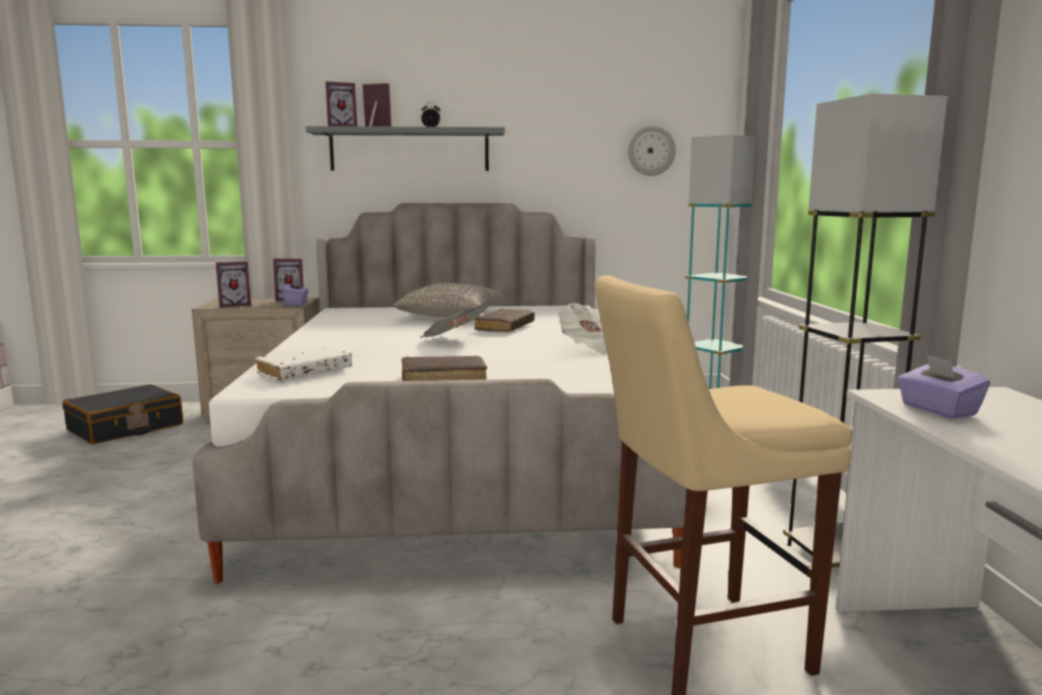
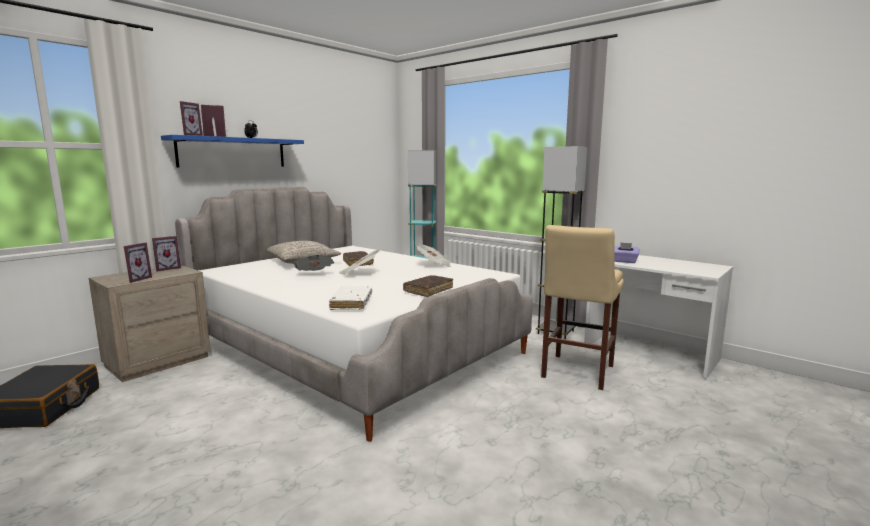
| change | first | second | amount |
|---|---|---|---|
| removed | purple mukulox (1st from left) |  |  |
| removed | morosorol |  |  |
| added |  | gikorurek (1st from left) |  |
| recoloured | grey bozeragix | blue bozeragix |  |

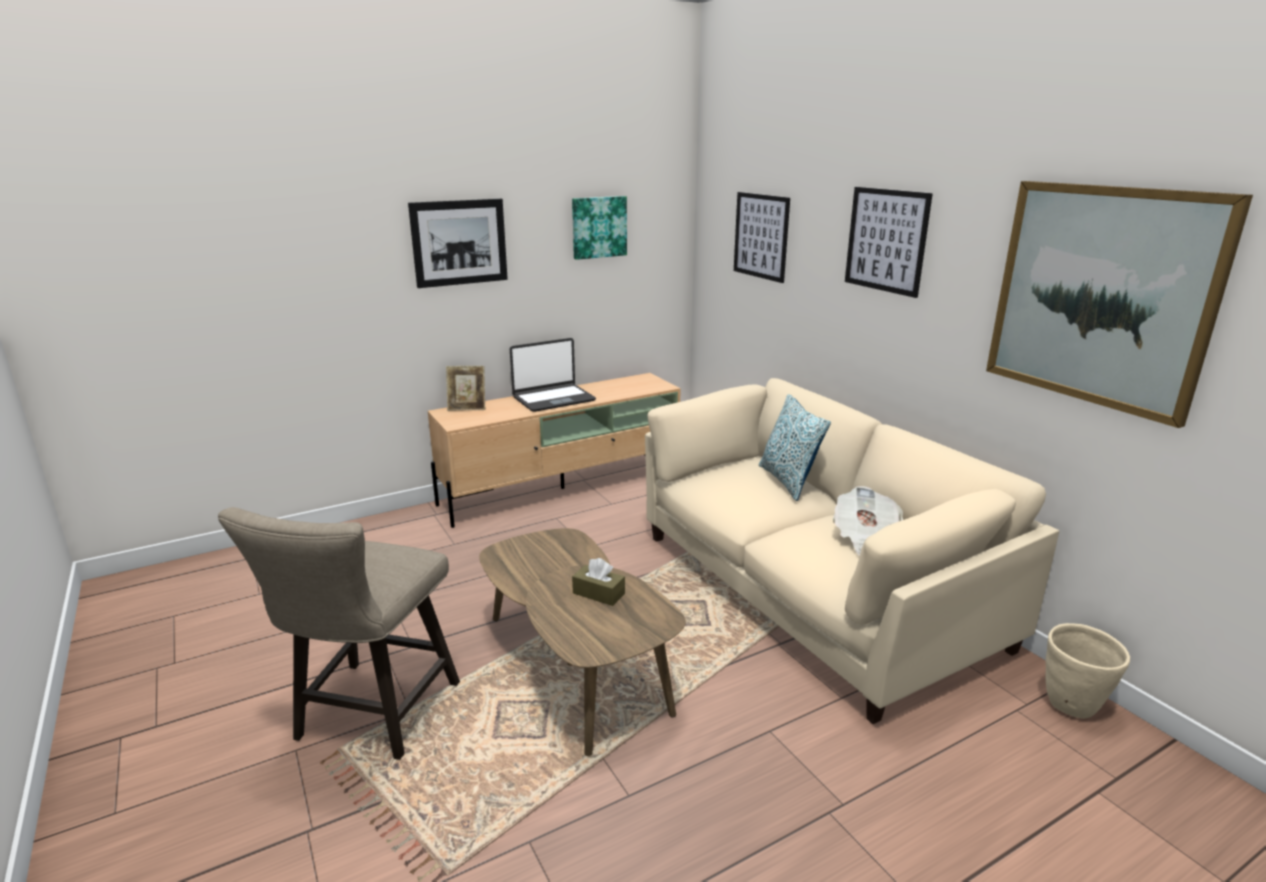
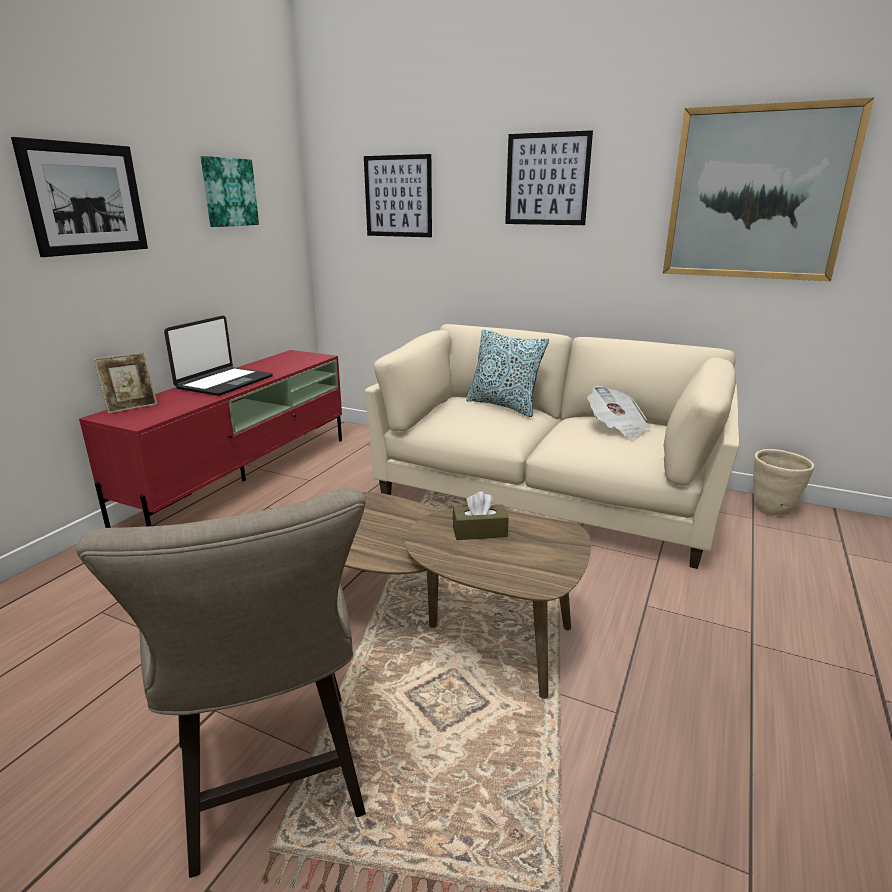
| change | first | second | amount |
|---|---|---|---|
| recoloured | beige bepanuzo | red bepanuzo |  |

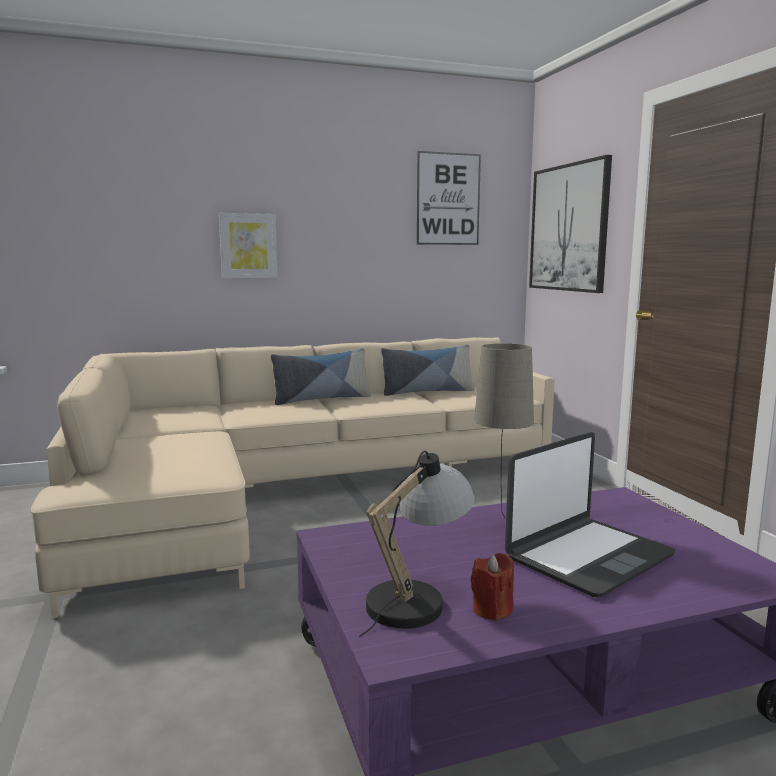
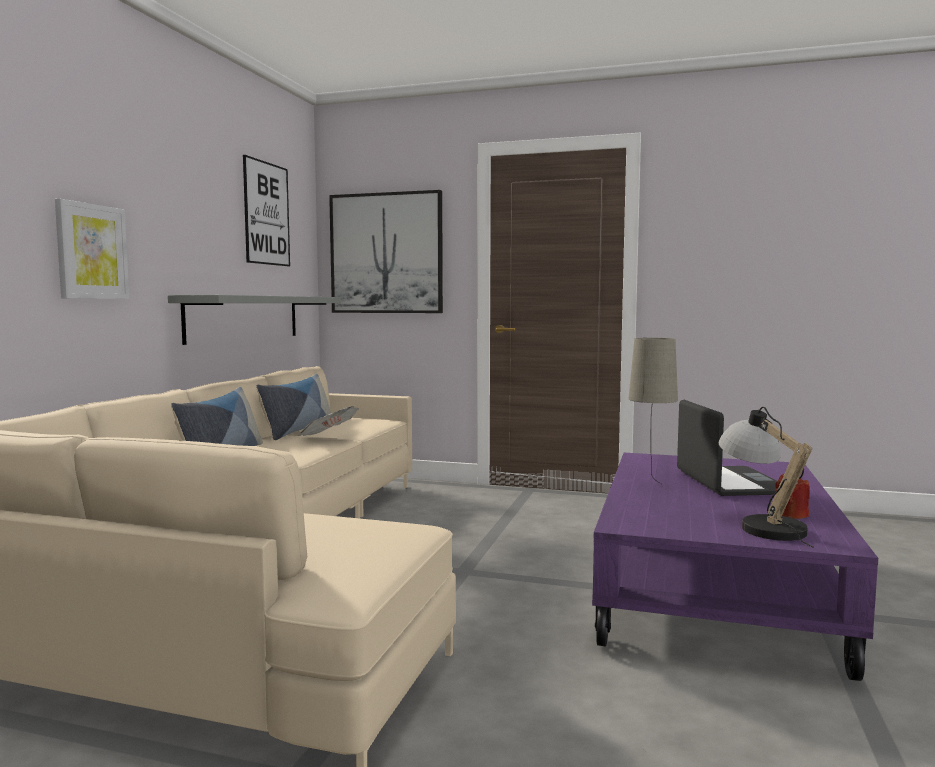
| change | first | second | amount |
|---|---|---|---|
| added |  | grey bozeragix |  |
| added |  | gikorurek |  |

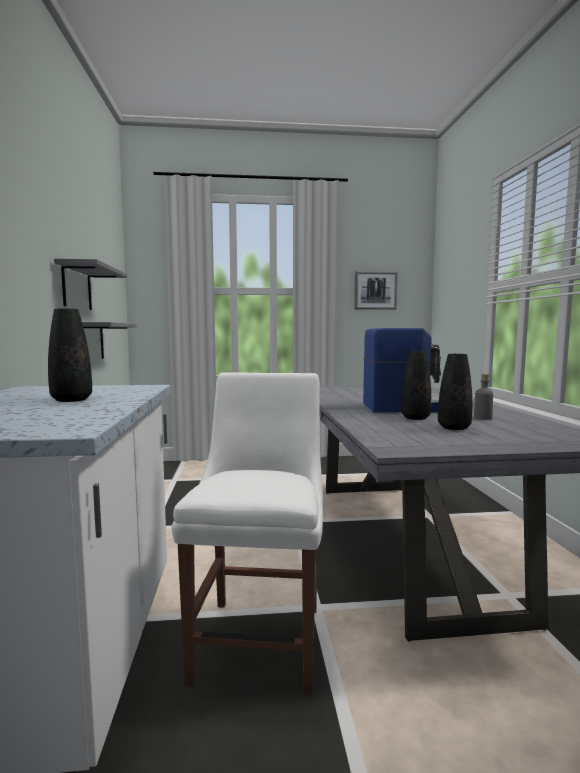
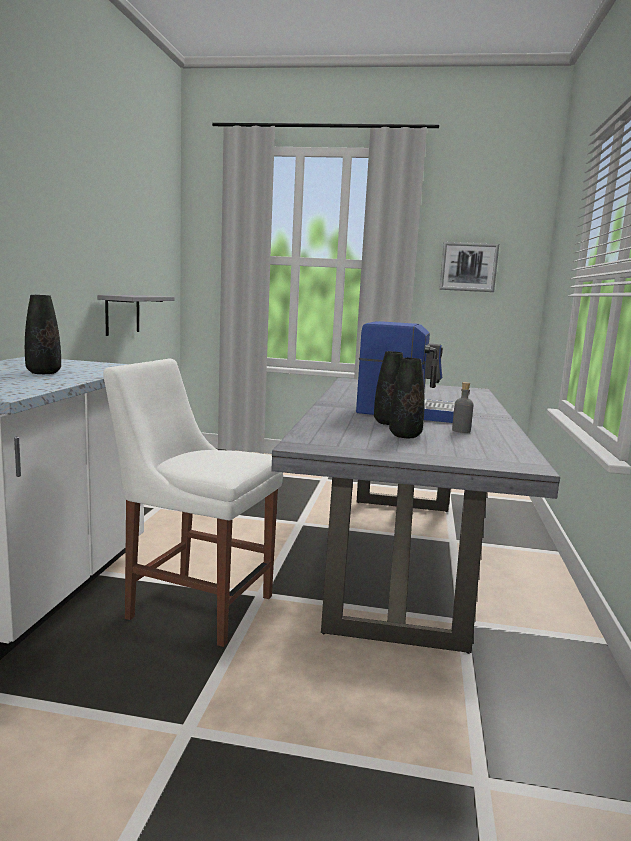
| change | first | second | amount |
|---|---|---|---|
| removed | grey bozeragix (1st from left) |  |  |
| turned | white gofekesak |  | 90 degrees counterclockwise |

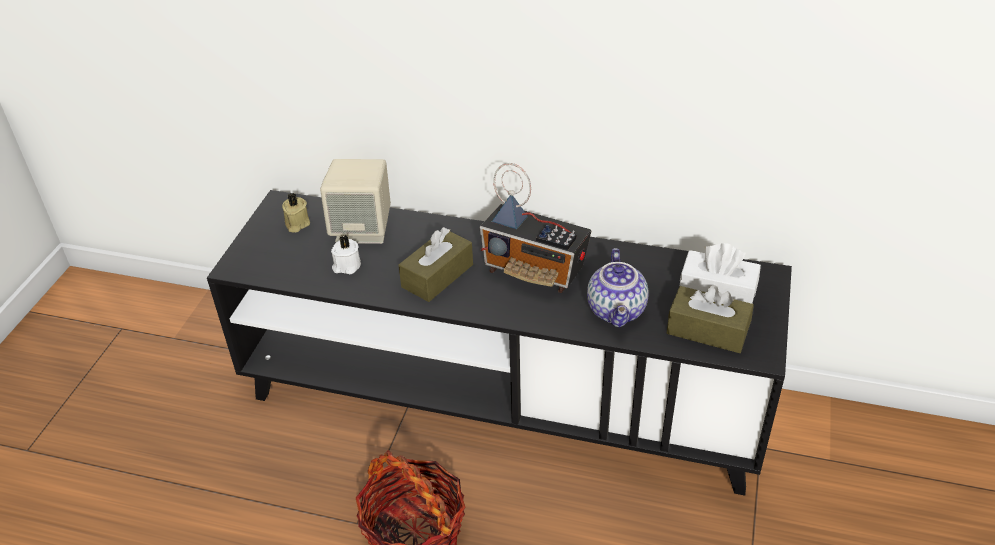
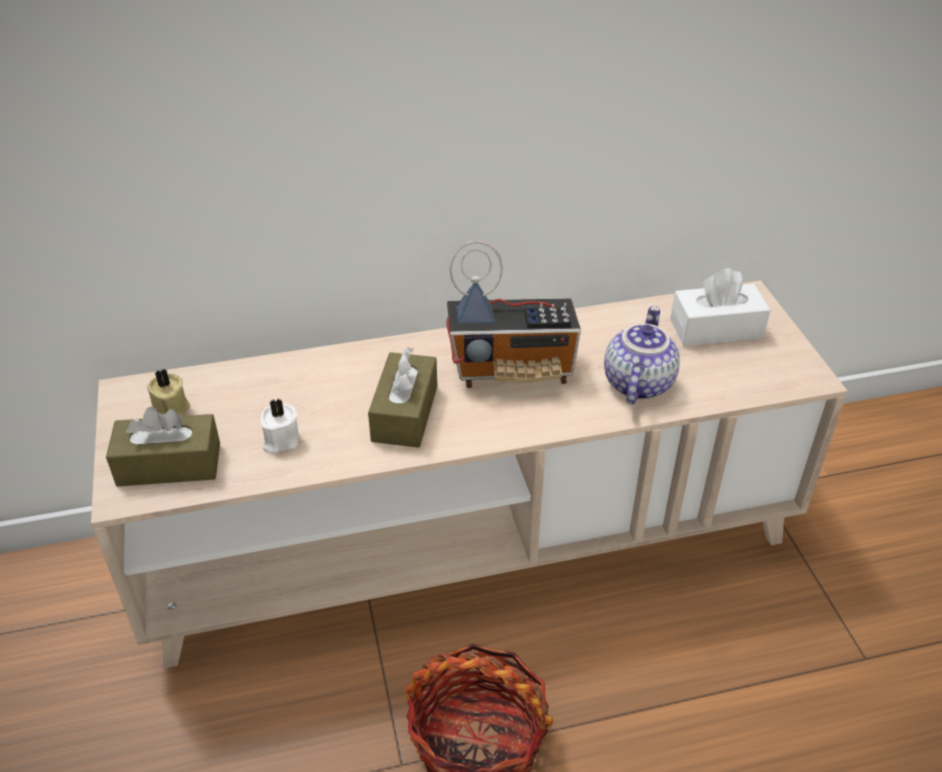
| change | first | second | amount |
|---|---|---|---|
| removed | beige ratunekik |  |  |
| moved | brown mukulox (2nd from left in the first image) | brown mukulox (1st from left) |  |
| recoloured | black bepanuzo | beige bepanuzo |  |
| turned | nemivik |  | 135 degrees counterclockwise |

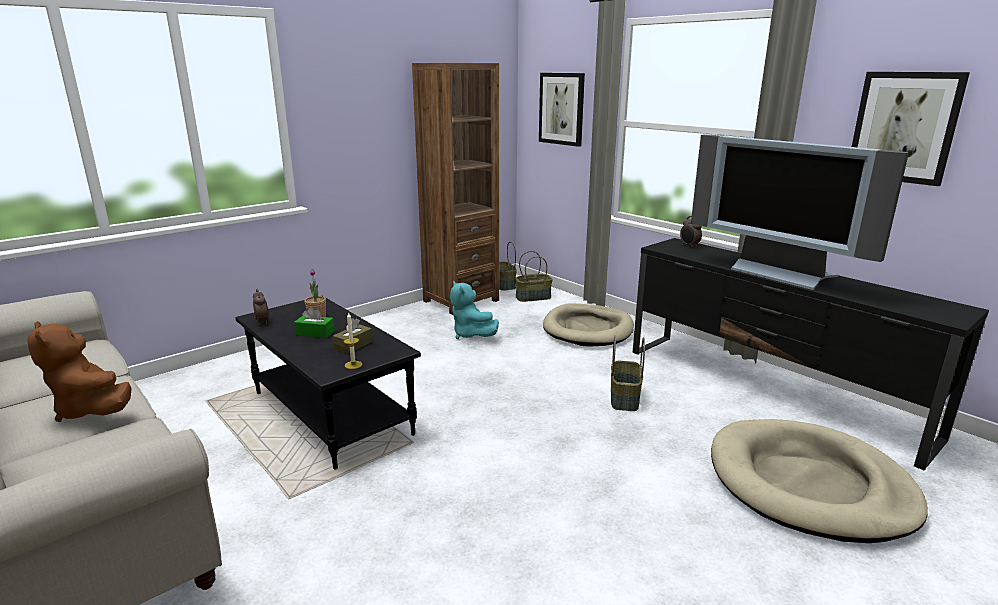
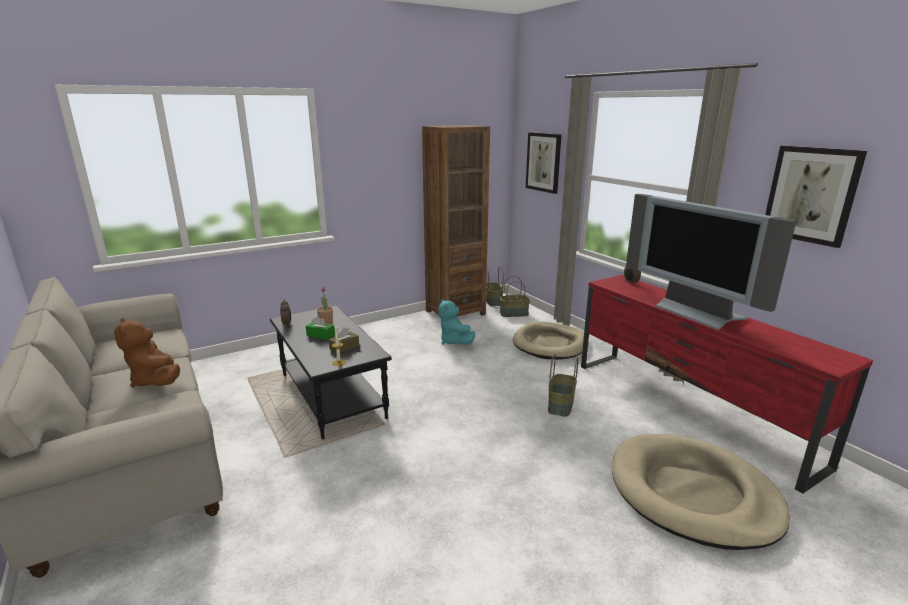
| change | first | second | amount |
|---|---|---|---|
| recoloured | black bepanuzo | red bepanuzo |  |

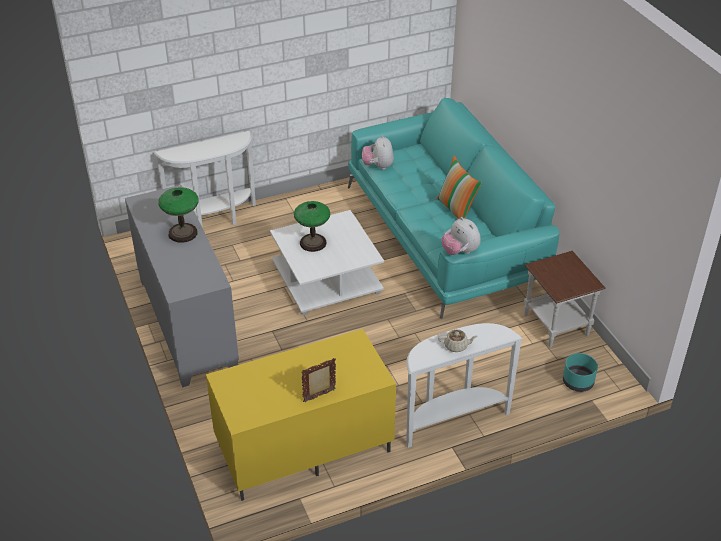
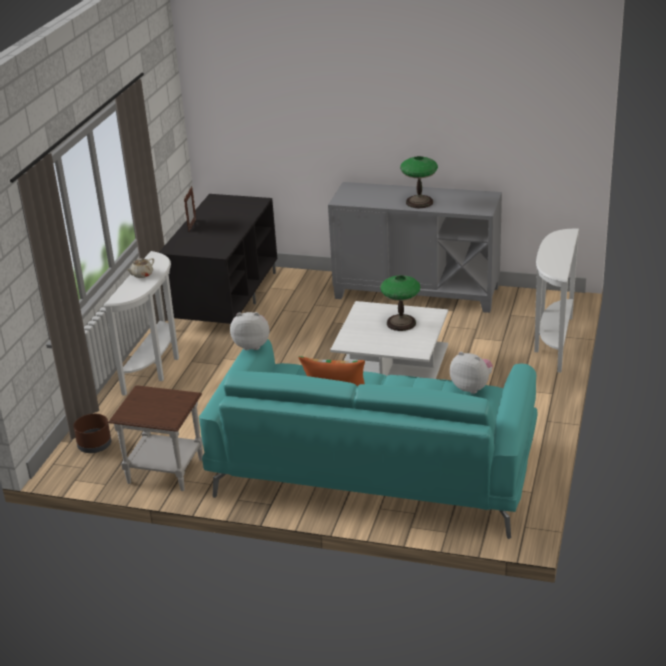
| change | first | second | amount |
|---|---|---|---|
| recoloured | yellow bepanuzo | black bepanuzo |  |
| recoloured | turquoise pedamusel | brown pedamusel |  |

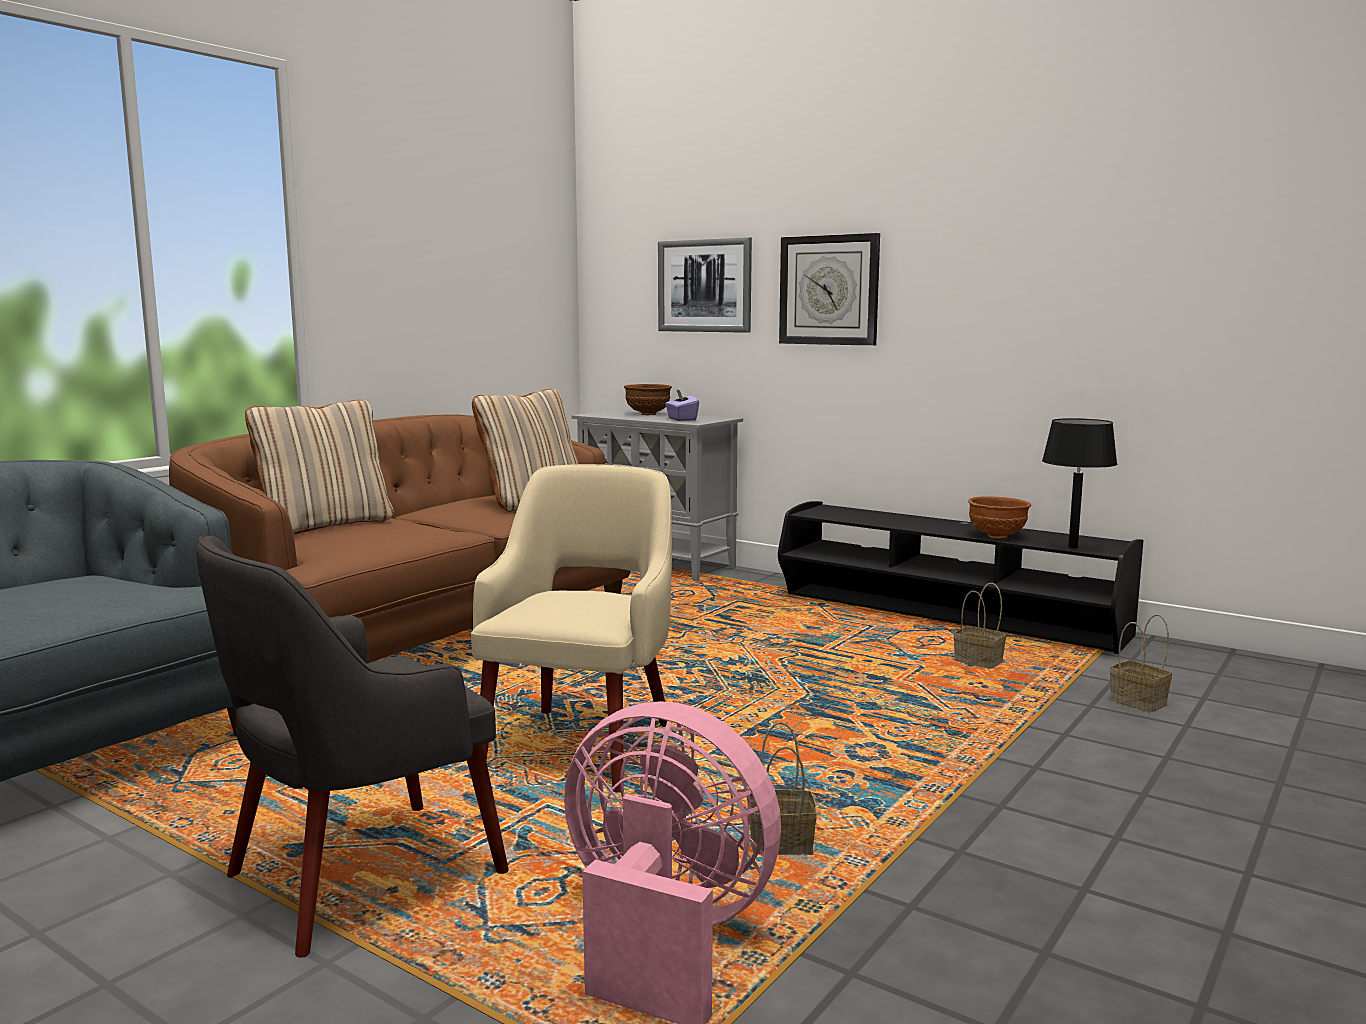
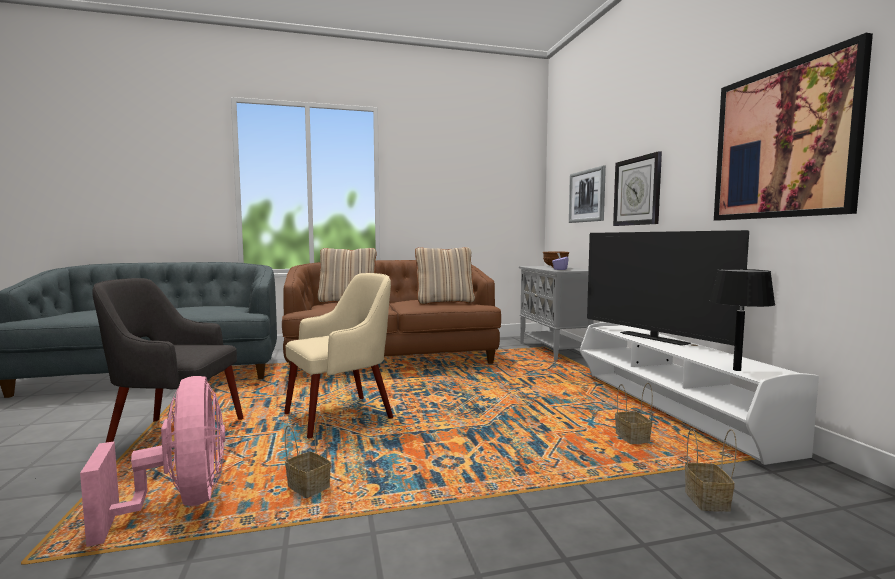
| change | first | second | amount |
|---|---|---|---|
| removed | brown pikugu (2nd from left) |  |  |
| added |  | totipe |  |
| added |  | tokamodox (2nd from left) |  |
| recoloured | black bepanuzo | white bepanuzo |  |

